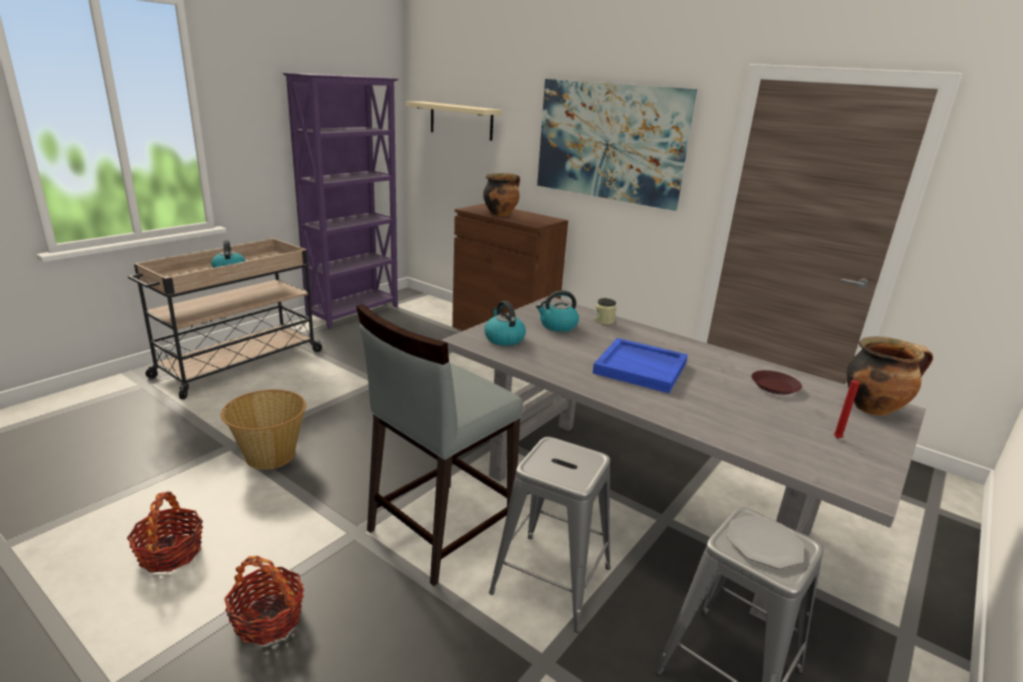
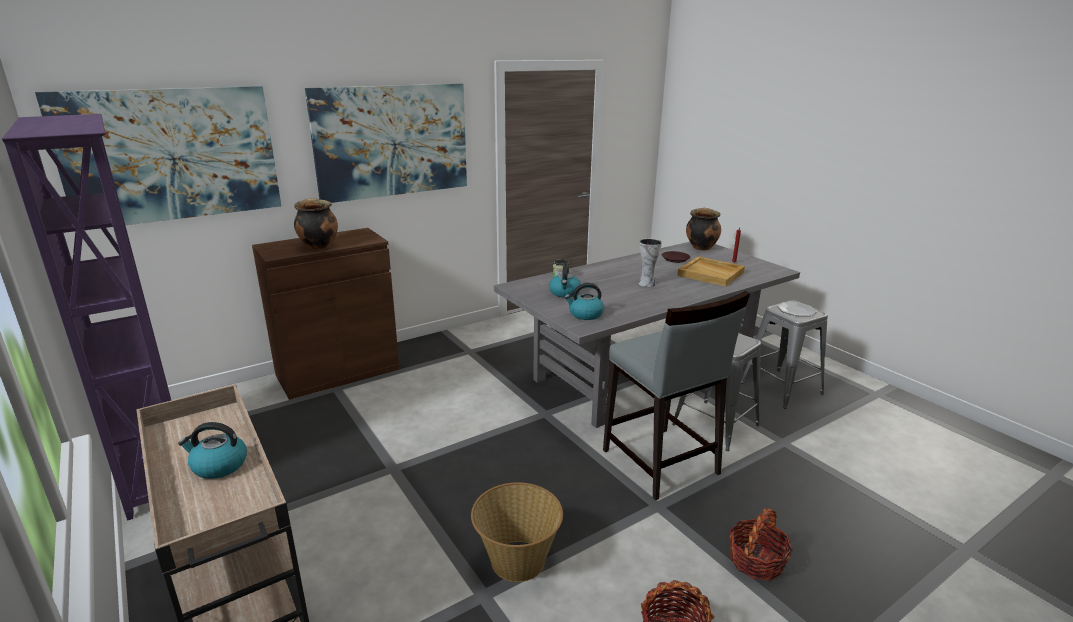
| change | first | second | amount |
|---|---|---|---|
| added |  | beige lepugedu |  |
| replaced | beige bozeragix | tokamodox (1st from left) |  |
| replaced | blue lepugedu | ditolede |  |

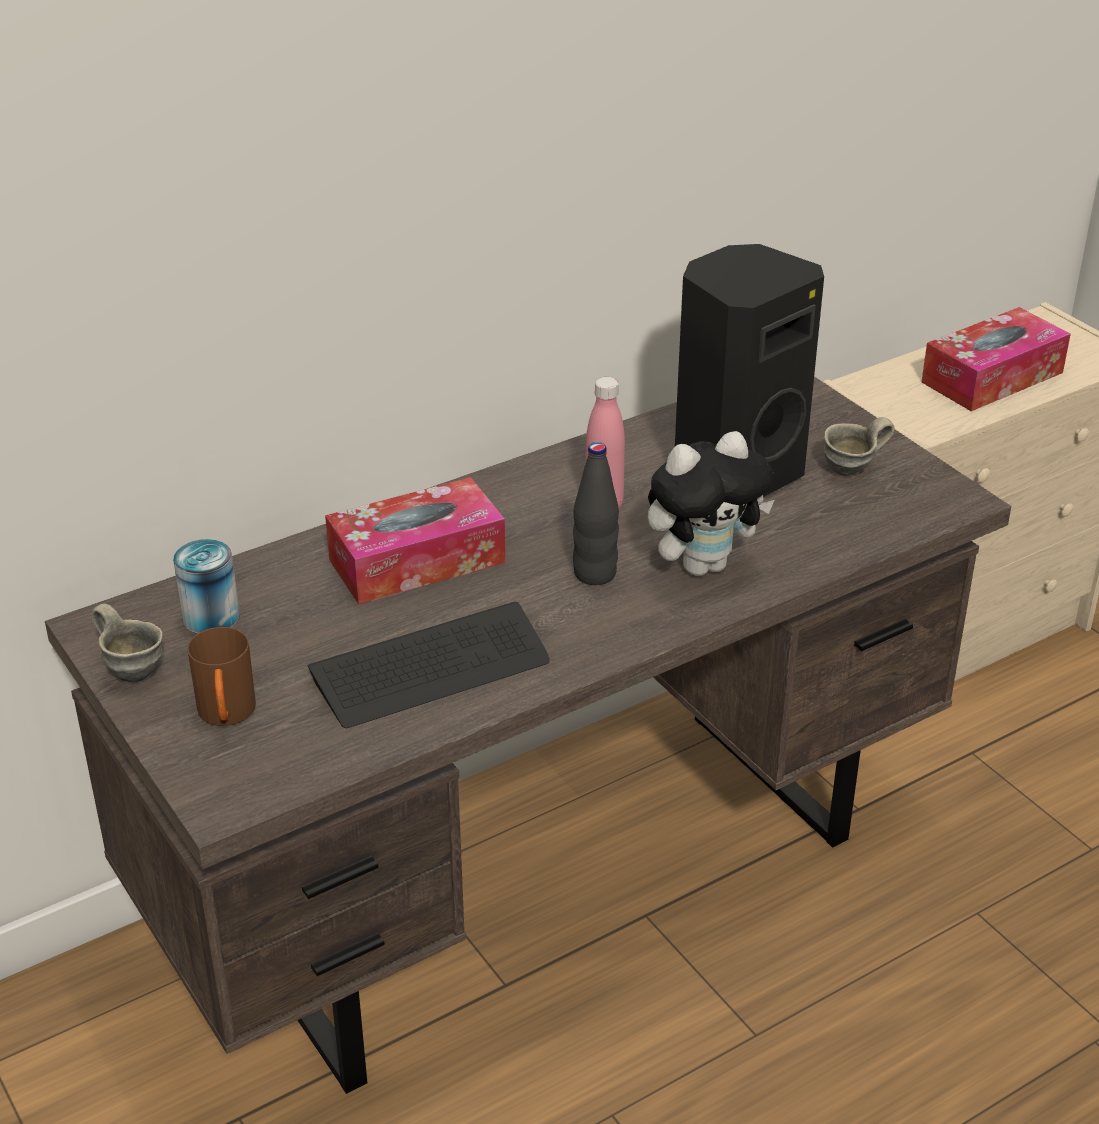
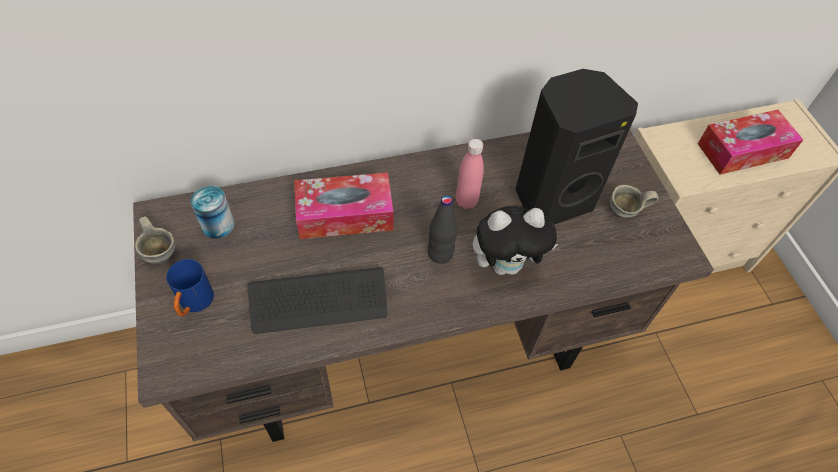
| change | first | second | amount |
|---|---|---|---|
| recoloured | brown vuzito | blue vuzito |  |

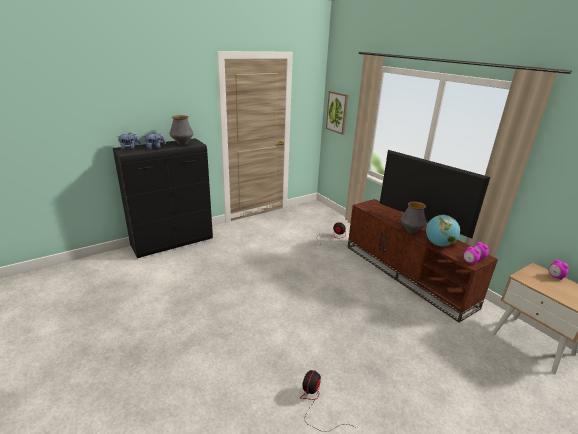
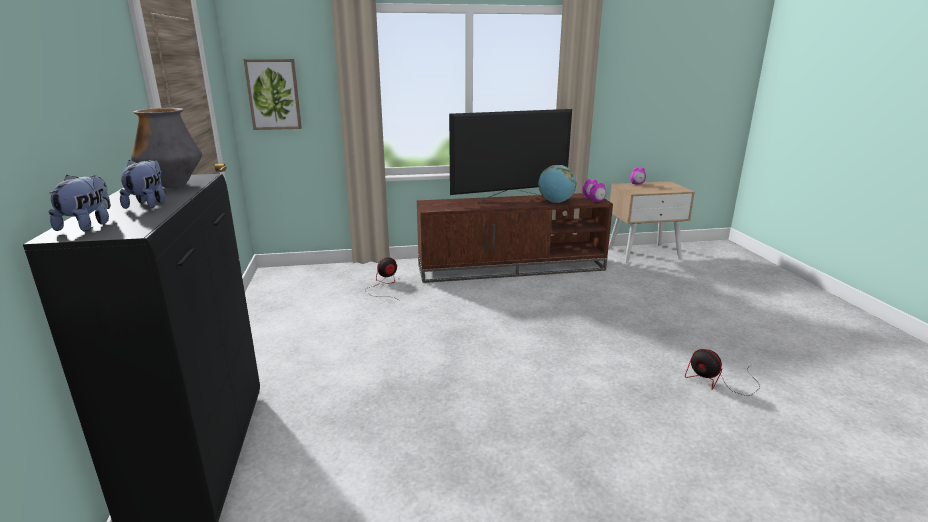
| change | first | second | amount |
|---|---|---|---|
| removed | ditolede (2nd from left) |  |  |

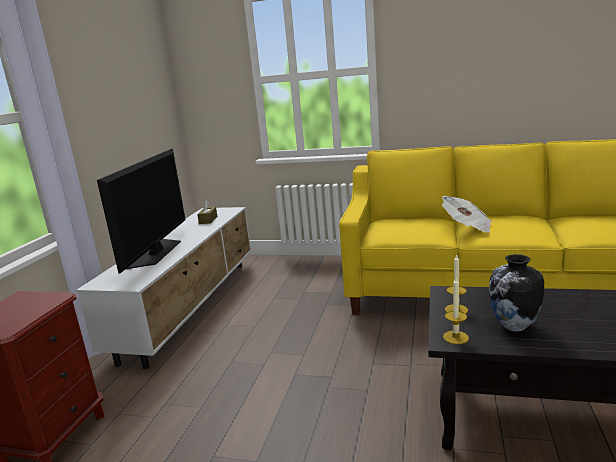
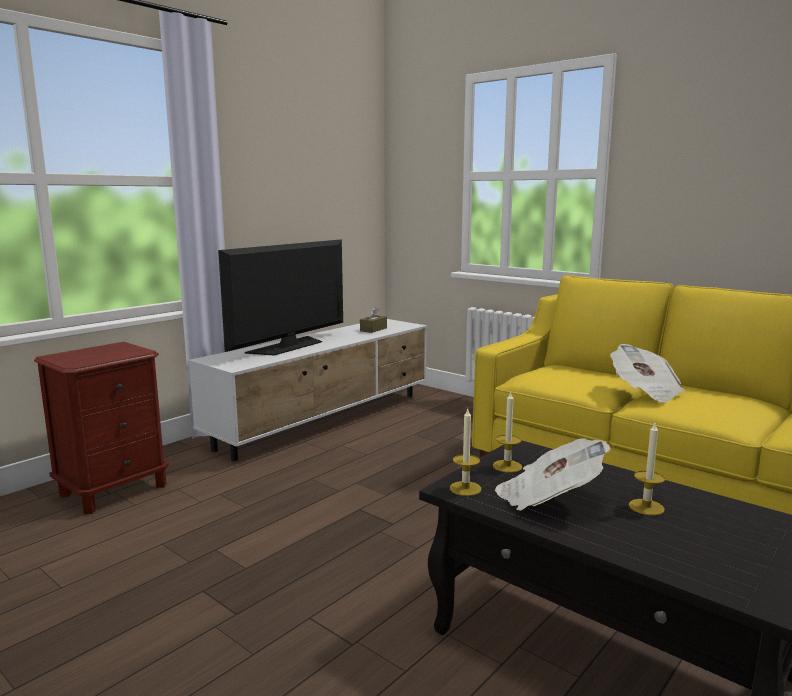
| change | first | second | amount |
|---|---|---|---|
| added |  | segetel (3rd from left) |  |
| replaced | ditolede | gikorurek (1st from left) |  |

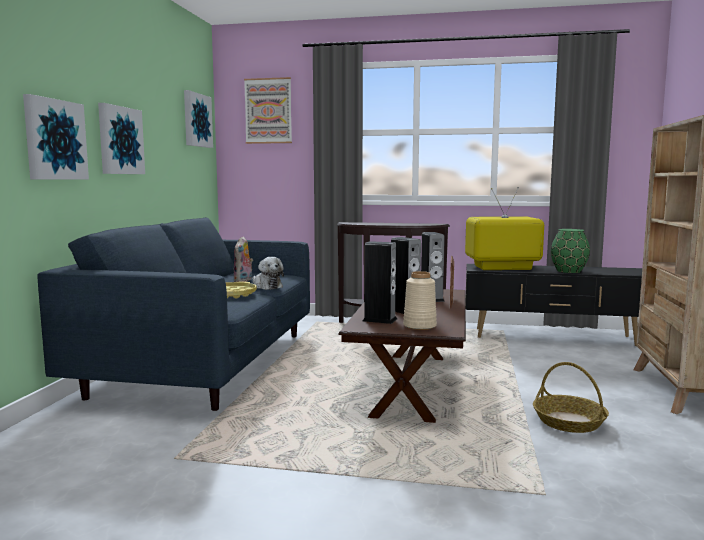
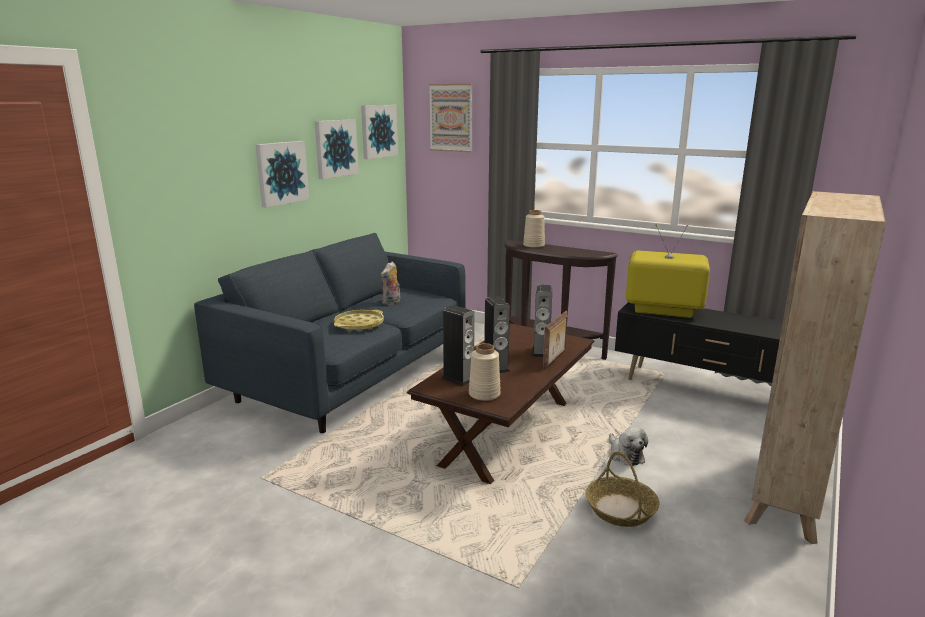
| change | first | second | amount |
|---|---|---|---|
| removed | green ditolede |  |  |
| added |  | beige ditolede (2nd from left) |  |
| moved | tokamodox (1st from left in the first image) | tokamodox (2nd from left) |  |
| moved | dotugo (2nd from left) |  |  |

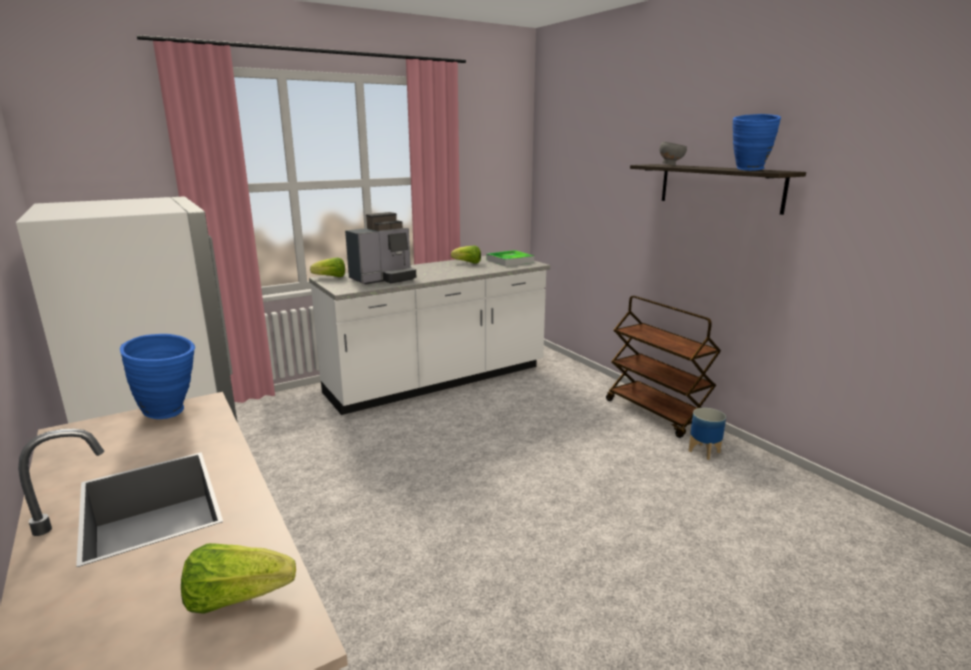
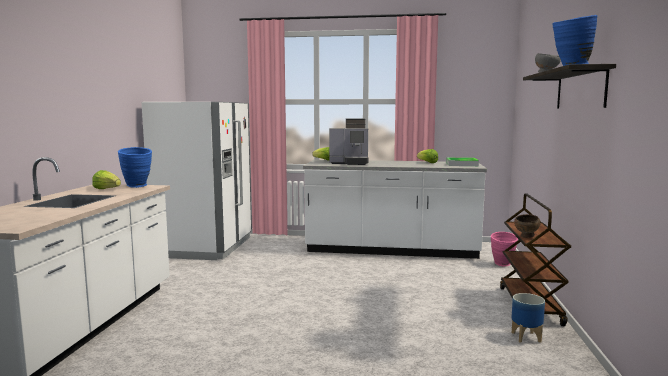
| change | first | second | amount |
|---|---|---|---|
| added |  | pink ditolede |  |
| added |  | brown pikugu |  |
| moved | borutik (1st from left) |  |  |

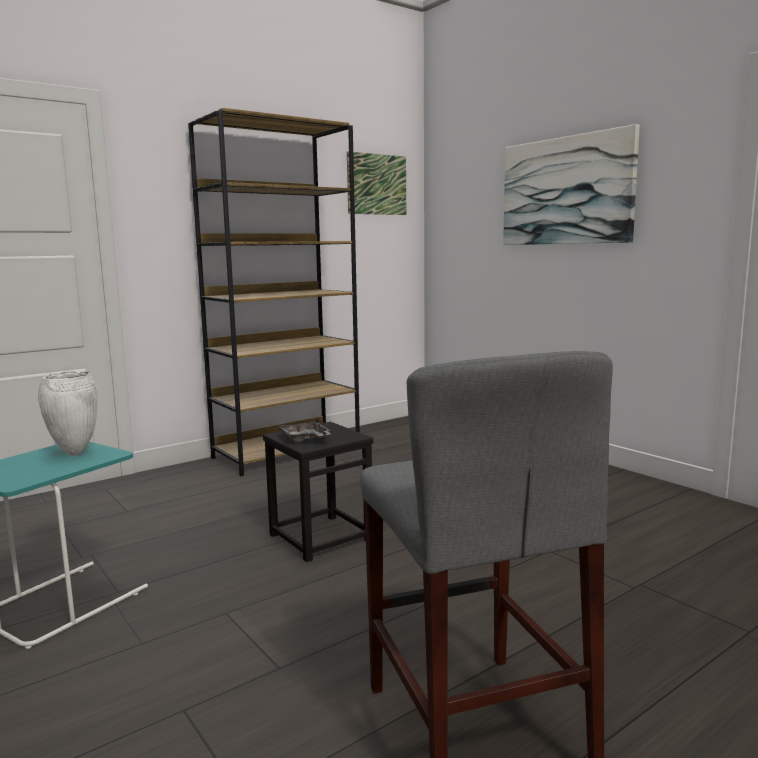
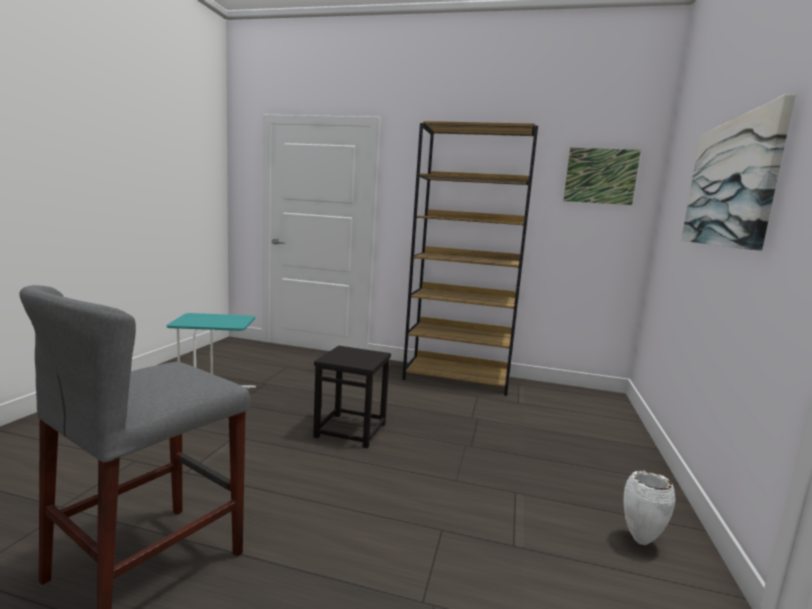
| change | first | second | amount |
|---|---|---|---|
| removed | grey lepugedu |  |  |
| moved | white ditolede |  |  |

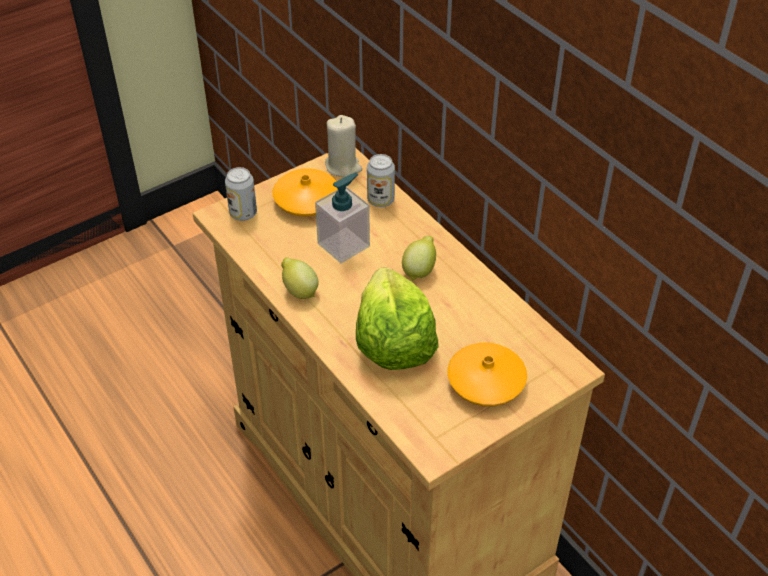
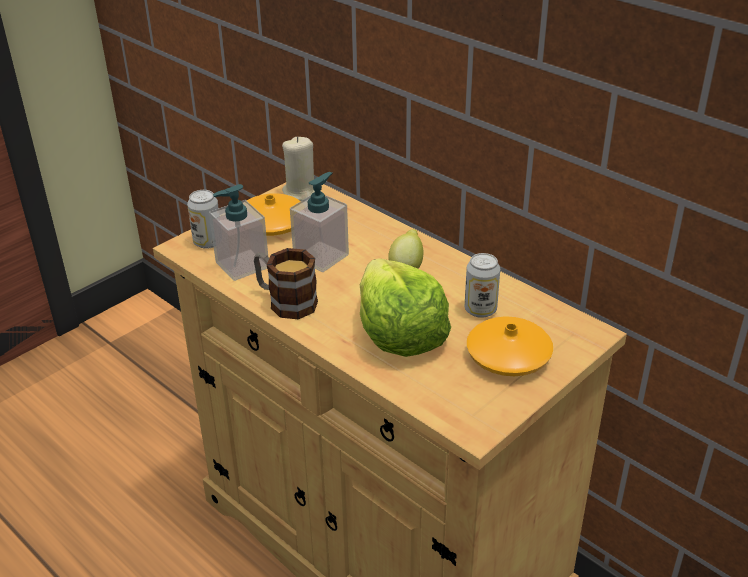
| change | first | second | amount |
|---|---|---|---|
| added |  | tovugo (1st from left) |  |
| moved | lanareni (2nd from left) |  |  |
| replaced | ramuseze (1st from left) | vuzito |  |

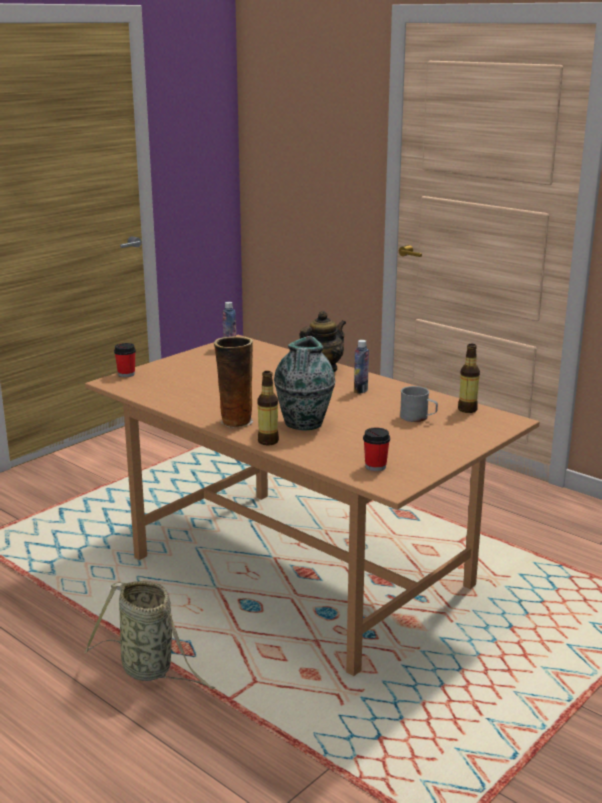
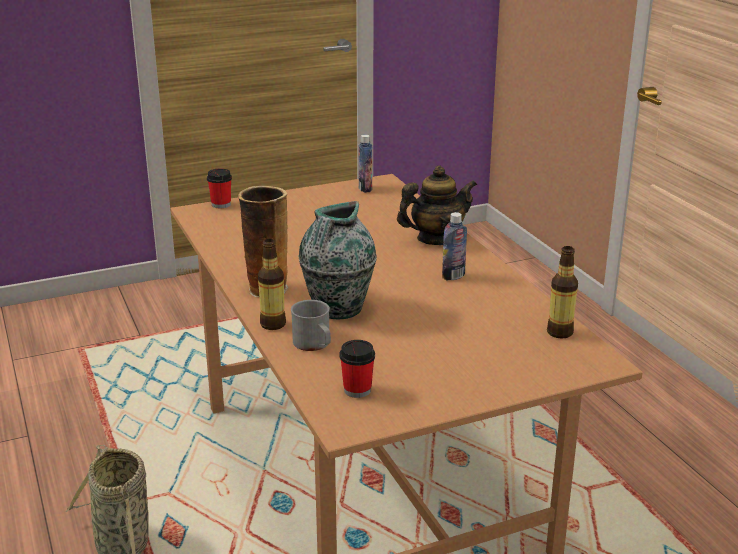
| change | first | second | amount |
|---|---|---|---|
| moved | grey vuzito |  |  |

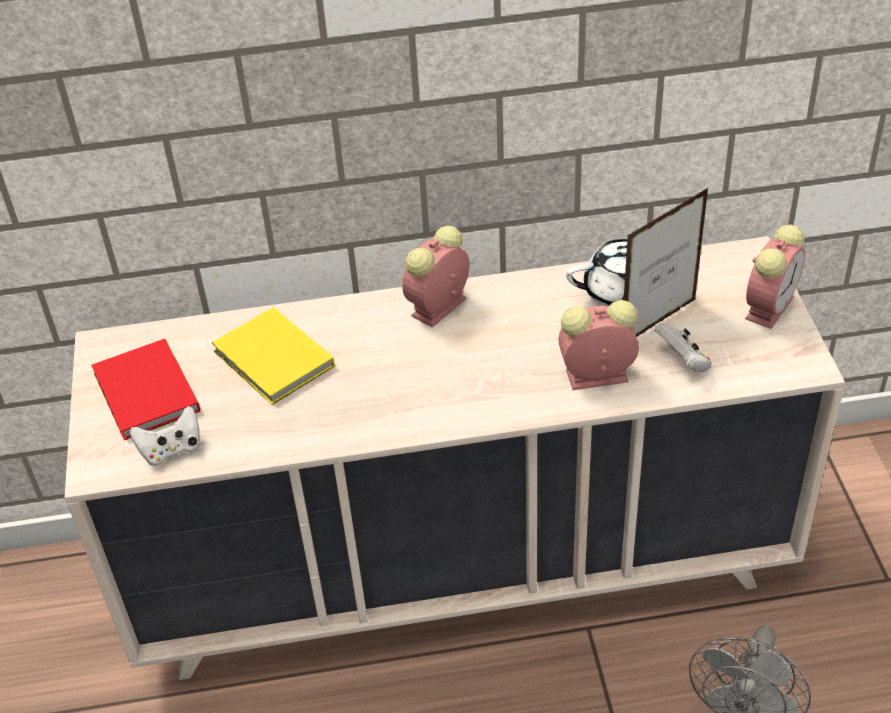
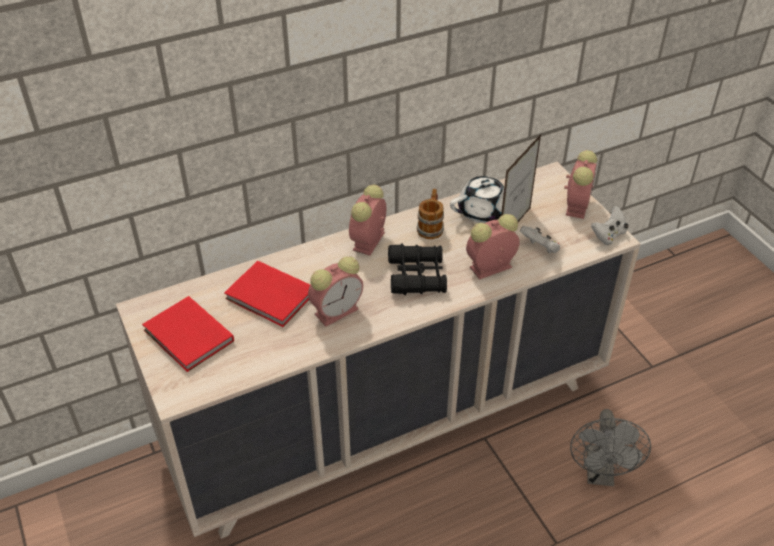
| change | first | second | amount |
|---|---|---|---|
| added |  | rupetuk (1st from left) |  |
| added |  | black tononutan |  |
| added |  | vuzito |  |
| moved | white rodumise (1st from left in the first image) | white rodumise (2nd from left) |  |
| recoloured | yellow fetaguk | red fetaguk (2nd from left) |  |

